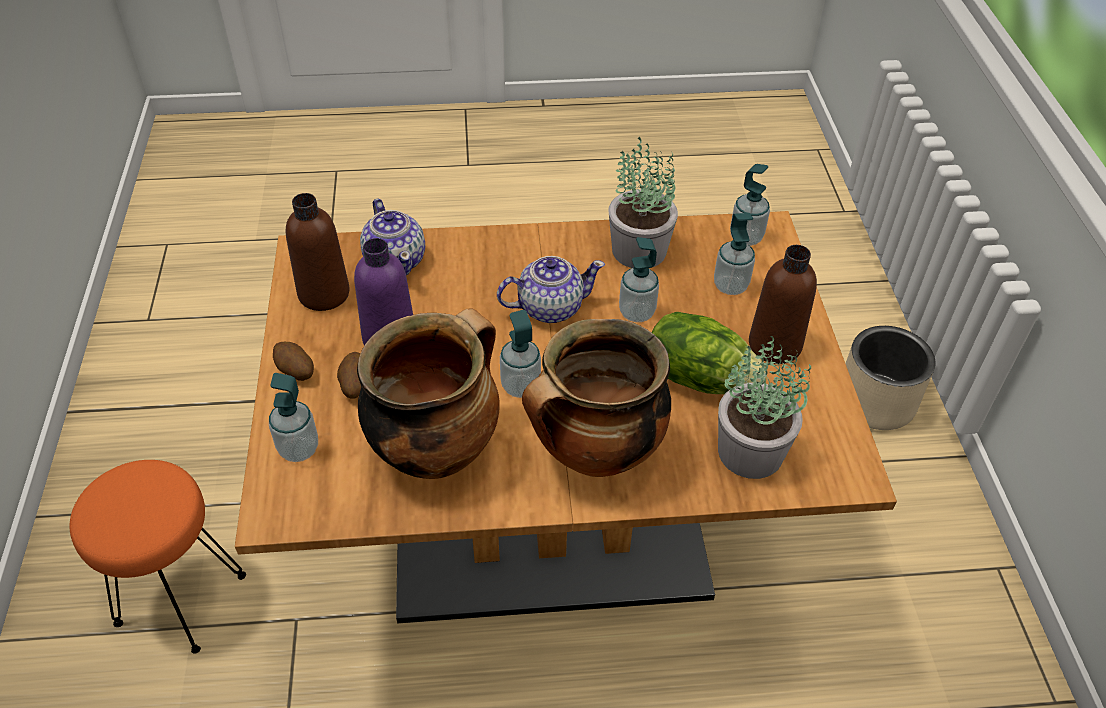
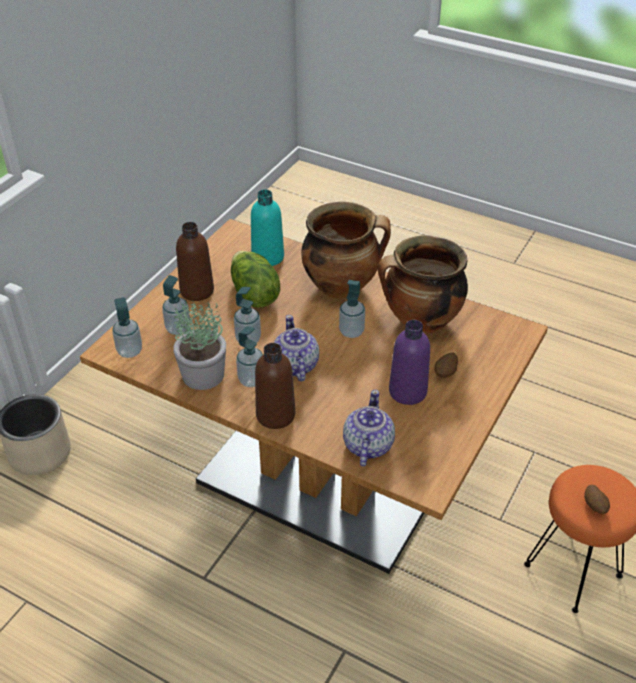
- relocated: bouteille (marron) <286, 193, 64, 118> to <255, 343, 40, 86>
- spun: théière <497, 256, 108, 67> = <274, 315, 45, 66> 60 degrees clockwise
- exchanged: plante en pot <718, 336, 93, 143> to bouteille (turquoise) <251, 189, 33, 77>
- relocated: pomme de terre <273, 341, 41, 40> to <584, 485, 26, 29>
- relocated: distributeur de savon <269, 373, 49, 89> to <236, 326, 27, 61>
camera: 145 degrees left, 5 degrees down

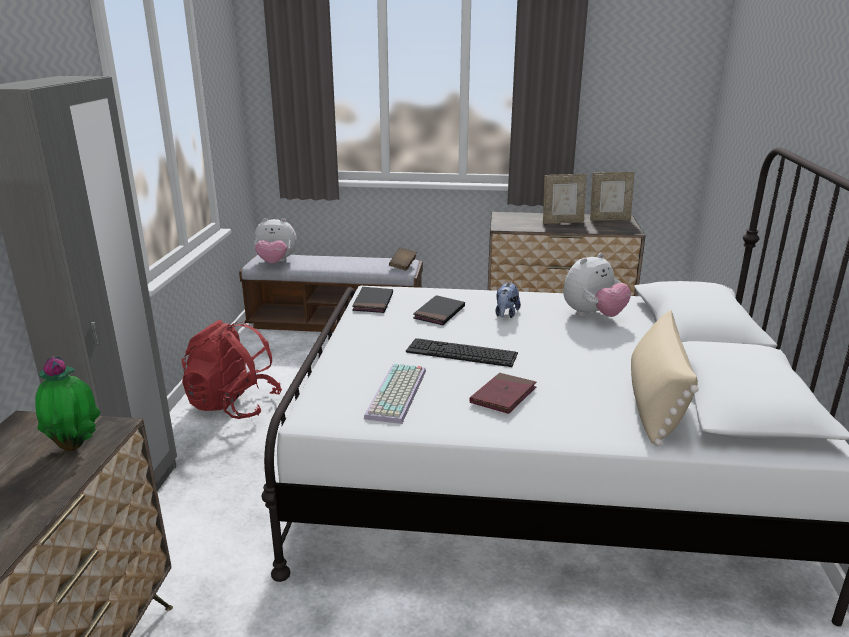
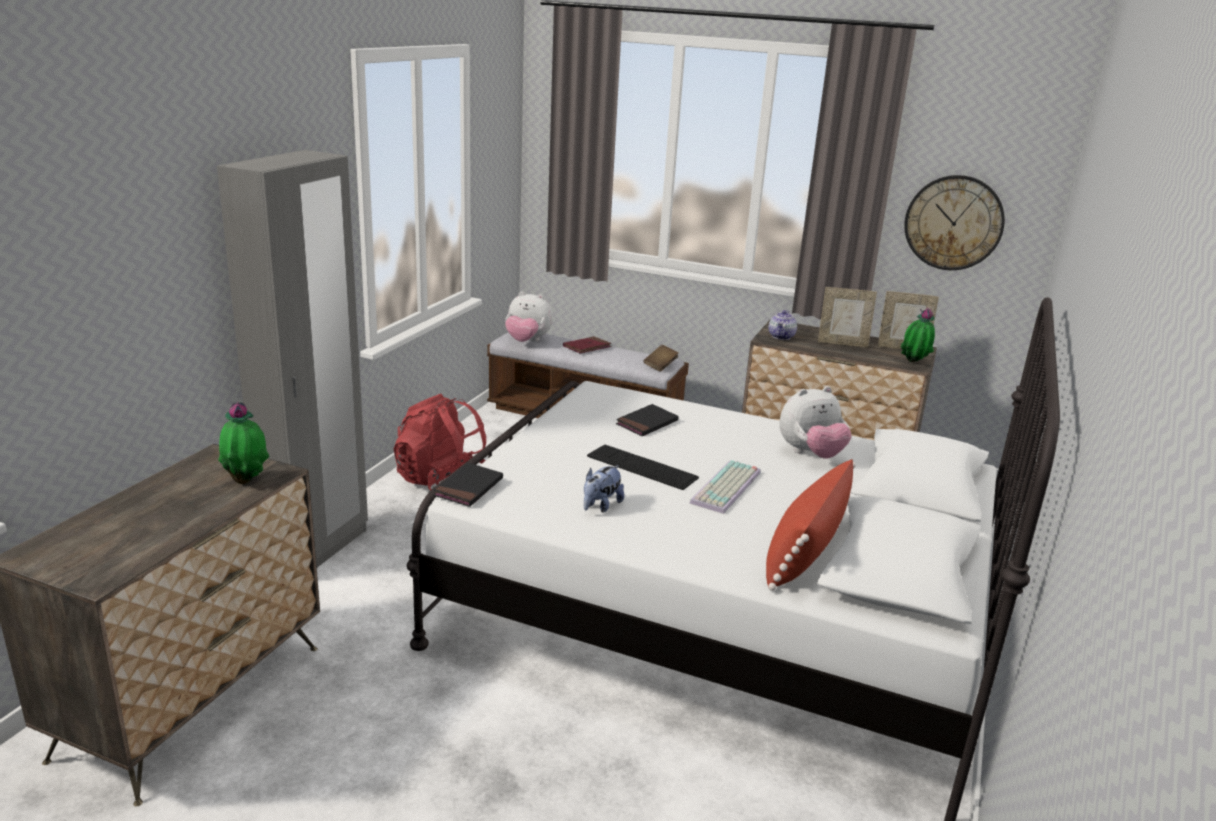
- relocated: peluche <495, 282, 26, 36> to <584, 465, 40, 48>
- relocated: livre (noir) <352, 287, 41, 26> to <433, 463, 70, 44>
- colour: coussin (beige) <631, 310, 68, 136> to coussin (rouge) <766, 459, 90, 132>
- relocated: clavier <364, 364, 62, 60> to <689, 460, 72, 54>
- relocated: livre (rouge) <470, 373, 66, 41> to <563, 336, 48, 17>
- appeared: horloge murale <904, 175, 101, 95>
- appeared: plante en pot <901, 308, 34, 54>
- appeared: théière <769, 310, 28, 30>
camera: 15 degrees right, 0 degrees up

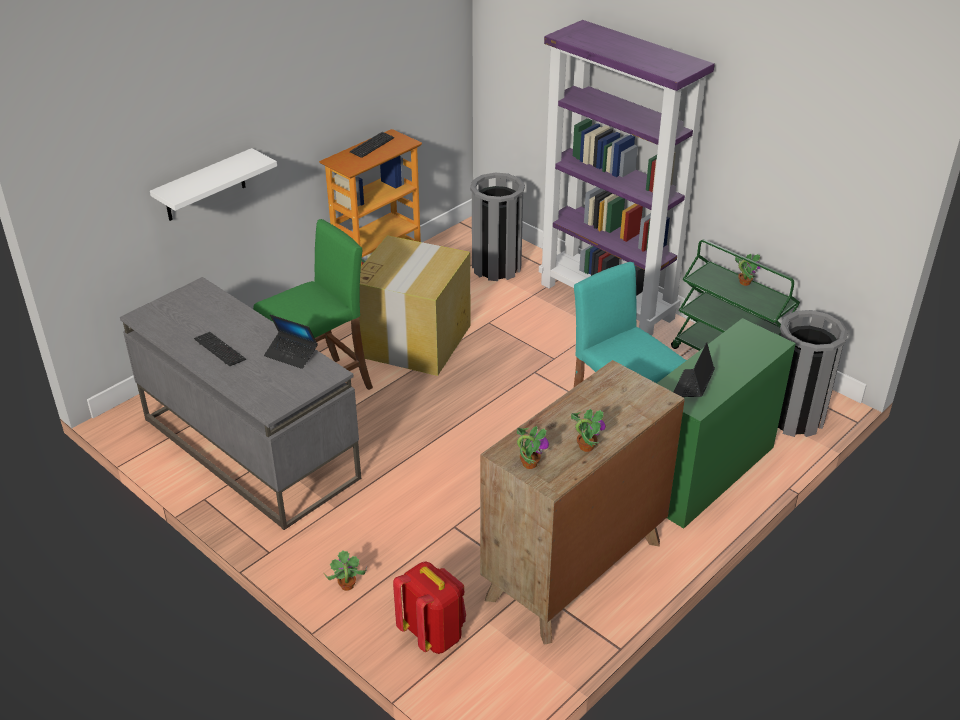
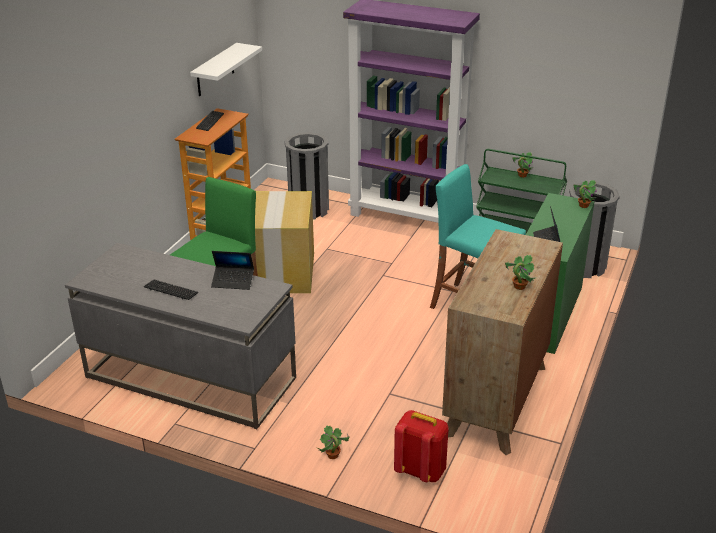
- relocated: étagère (blanc) <150, 148, 127, 73> to <190, 43, 72, 53>
- relocated: plante en pot <517, 426, 32, 43> to <573, 180, 23, 28>
camera: 20 degrees left, 5 degrees down

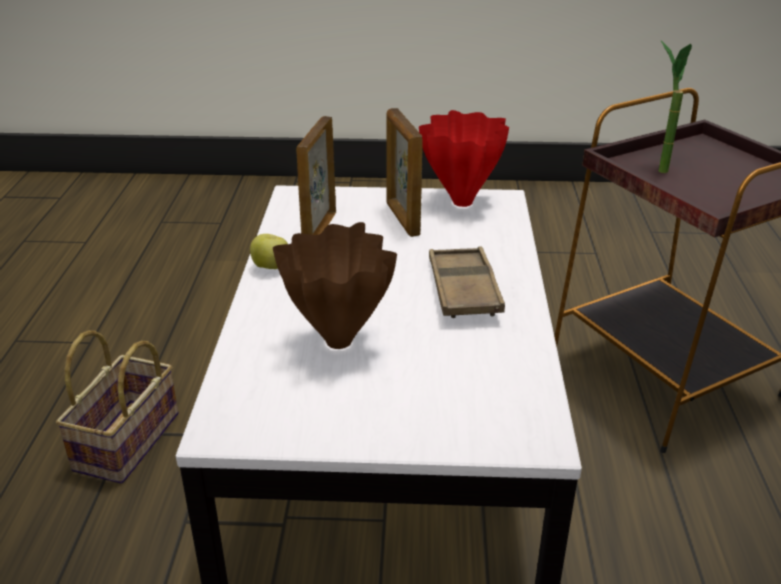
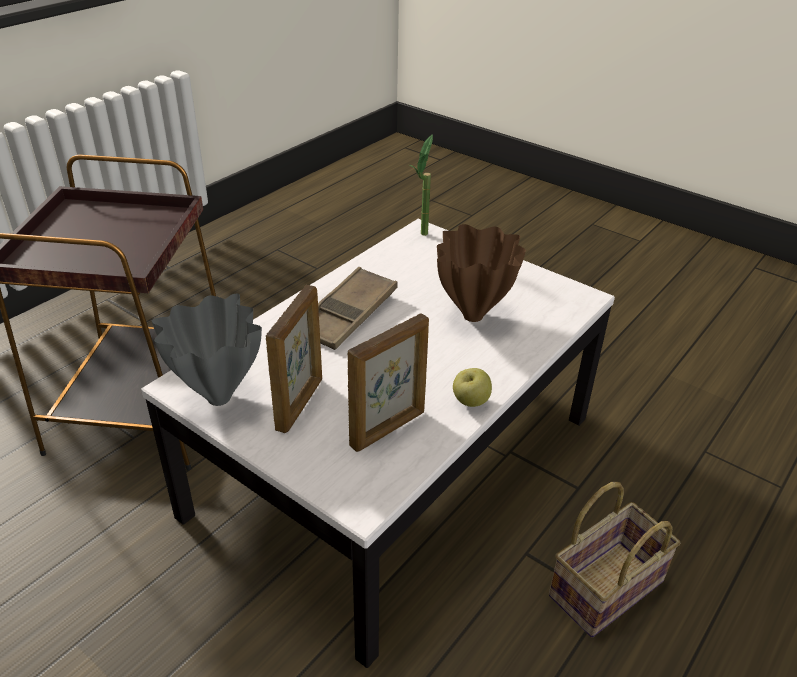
- relocated: plante en pot <659, 41, 33, 132> to <409, 134, 24, 102>
- colour: vase (rouge) <419, 110, 90, 97> to vase (gris) <152, 294, 110, 112>
camera: 145 degrees left, 5 degrees up

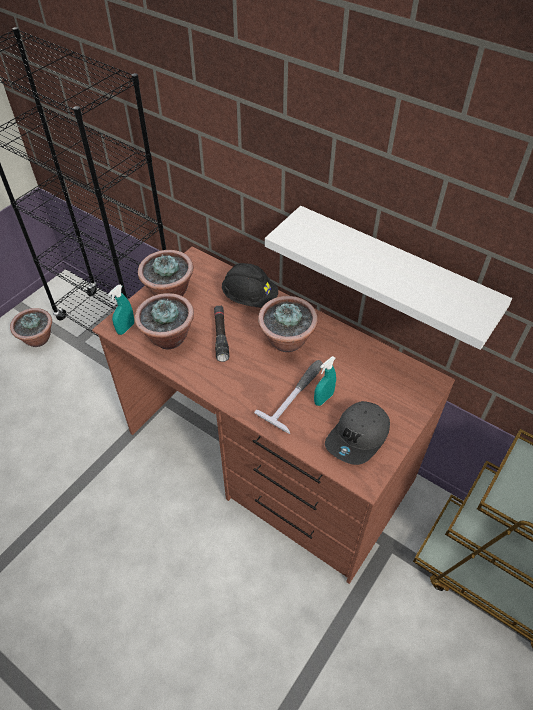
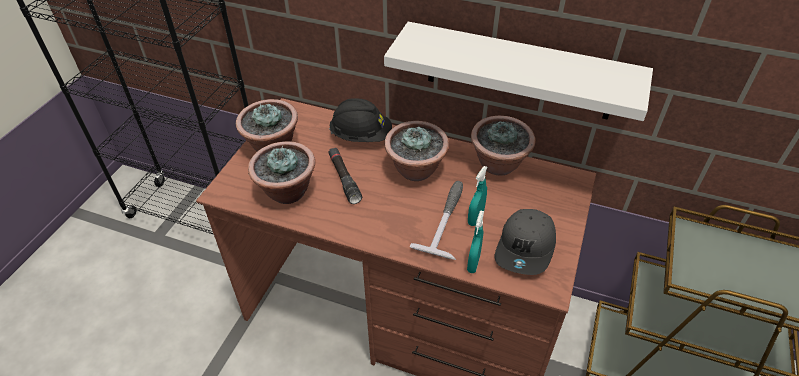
- relocated: vaporisateur (turquoise) <108, 285, 26, 50> to <467, 210, 17, 63>
- relocated: plante en pot <10, 308, 42, 39> to <471, 116, 65, 60>
camera: 15 degrees left, 5 degrees down

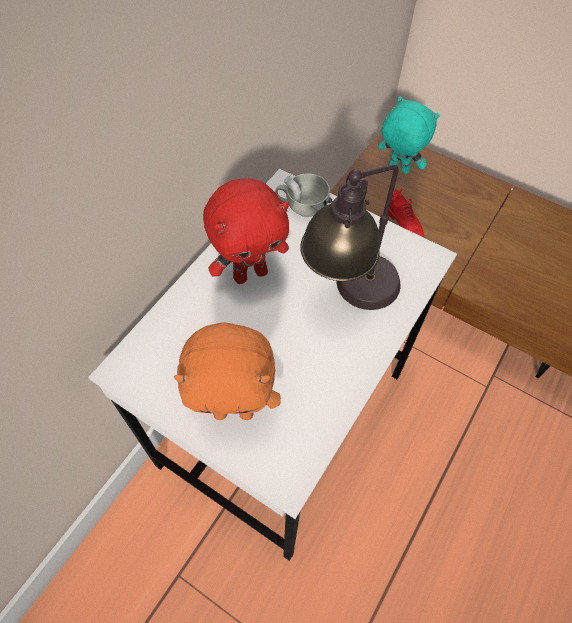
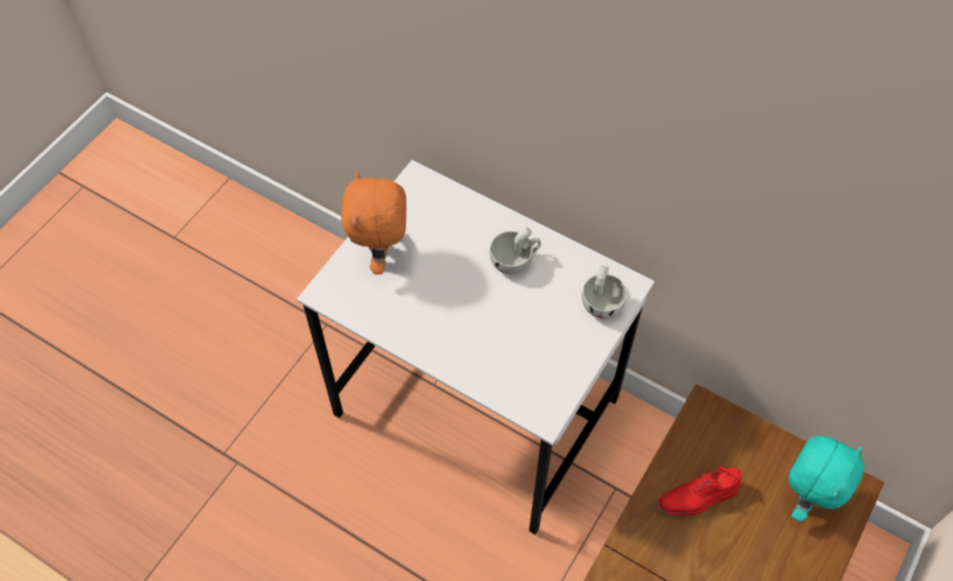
- missing: lampe de table <300, 165, 101, 145>
- exchanged: peluche (rouge) <203, 178, 86, 106> to tasse (blanc) <490, 227, 51, 47>
camera: 90 degrees right, 0 degrees up

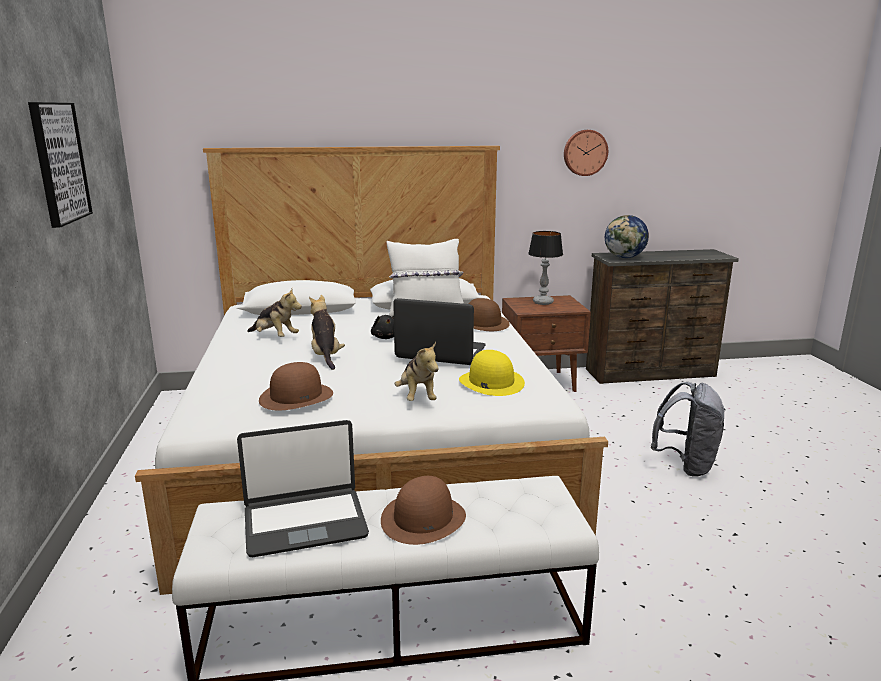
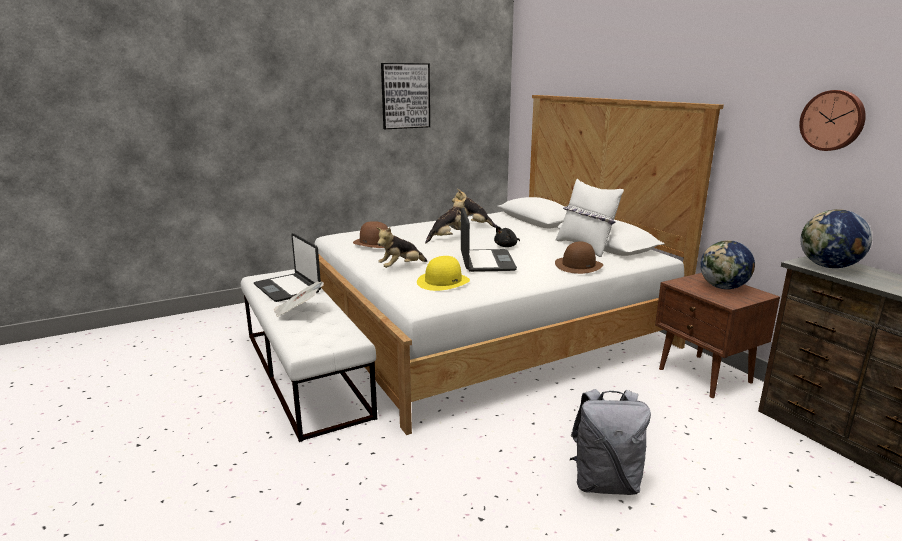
- exchanged: lampe de table <528, 231, 35, 74> to globe <700, 240, 55, 49>
- spun: peluche <247, 289, 55, 48> = <452, 189, 45, 39> 105 degrees clockwise
- exchanged: chapeau (marron) <381, 476, 85, 69> to journal <274, 281, 50, 36>
camera: 70 degrees right, 0 degrees up

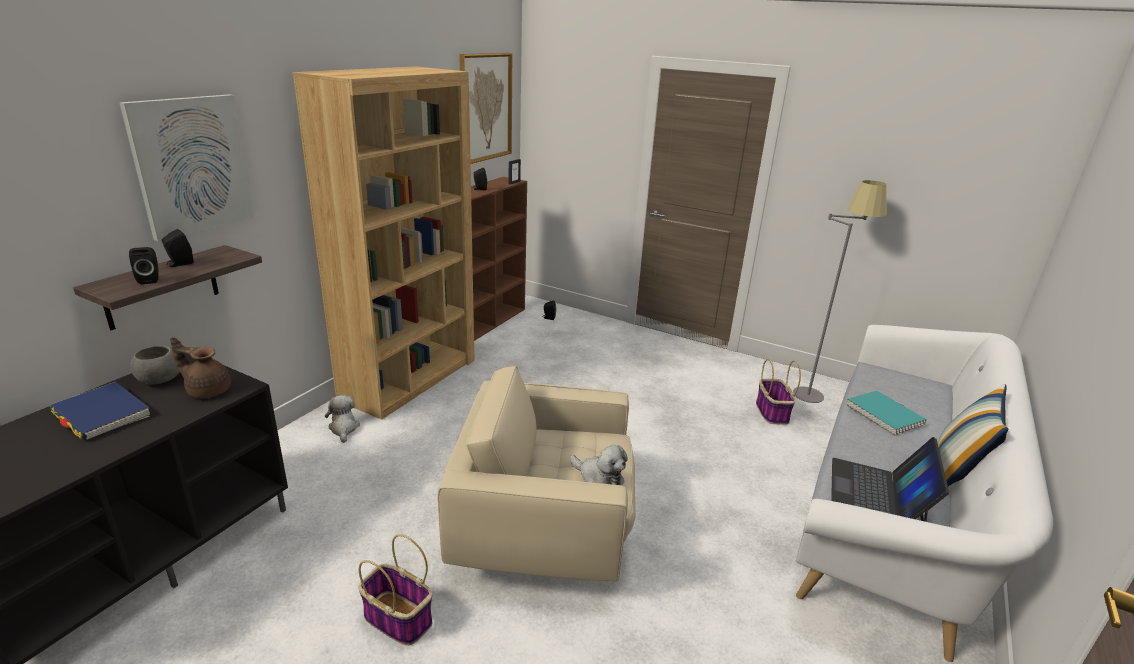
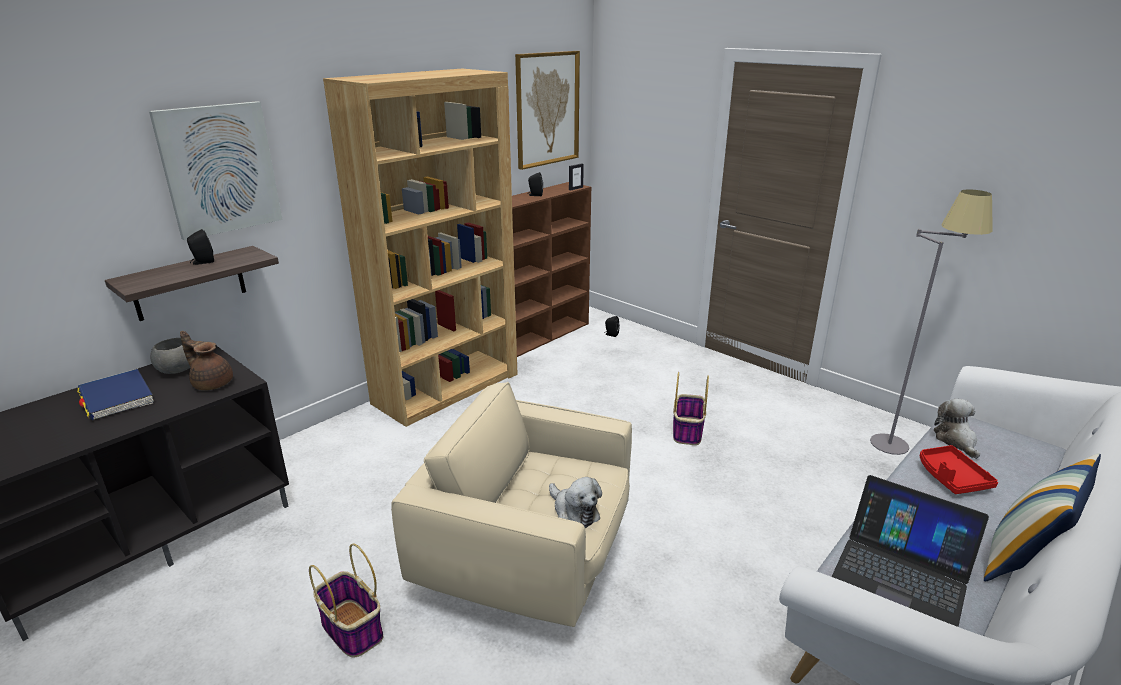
- missing: enceinte (noir) <129, 247, 30, 37>
- relocated: panier <756, 359, 45, 66> to <673, 372, 36, 73>
- exchanged: livre (turquoise) <846, 391, 80, 45> to plateau (rouge) <919, 445, 79, 49>
- relocated: peluche <325, 395, 35, 48> to <934, 399, 46, 60>
- spun: ordinateur portable <831, 437, 118, 85> = <832, 475, 157, 152> 90 degrees counterclockwise
camera: 15 degrees right, 0 degrees up

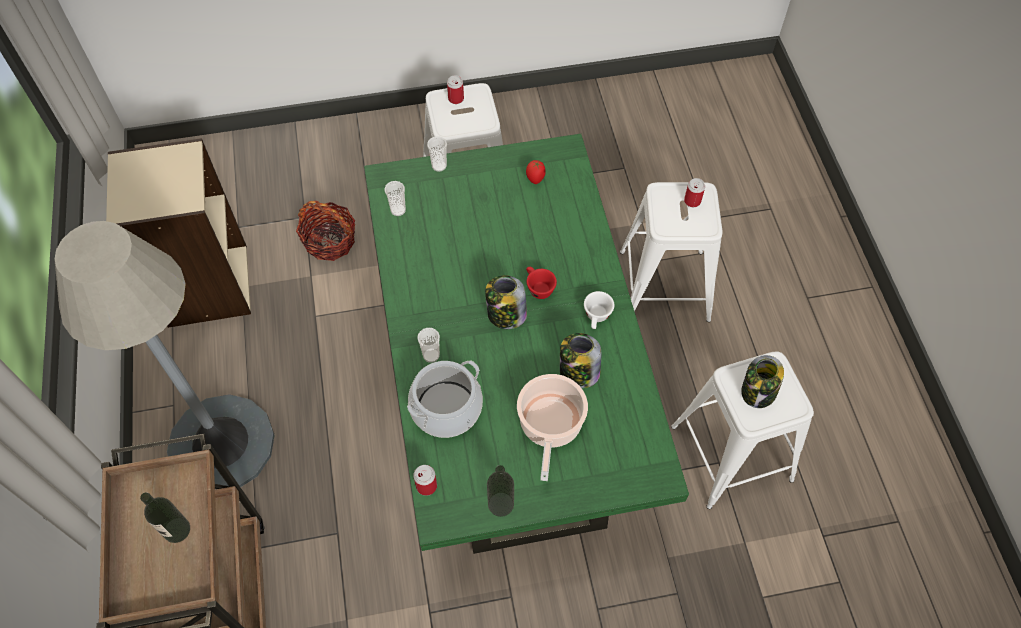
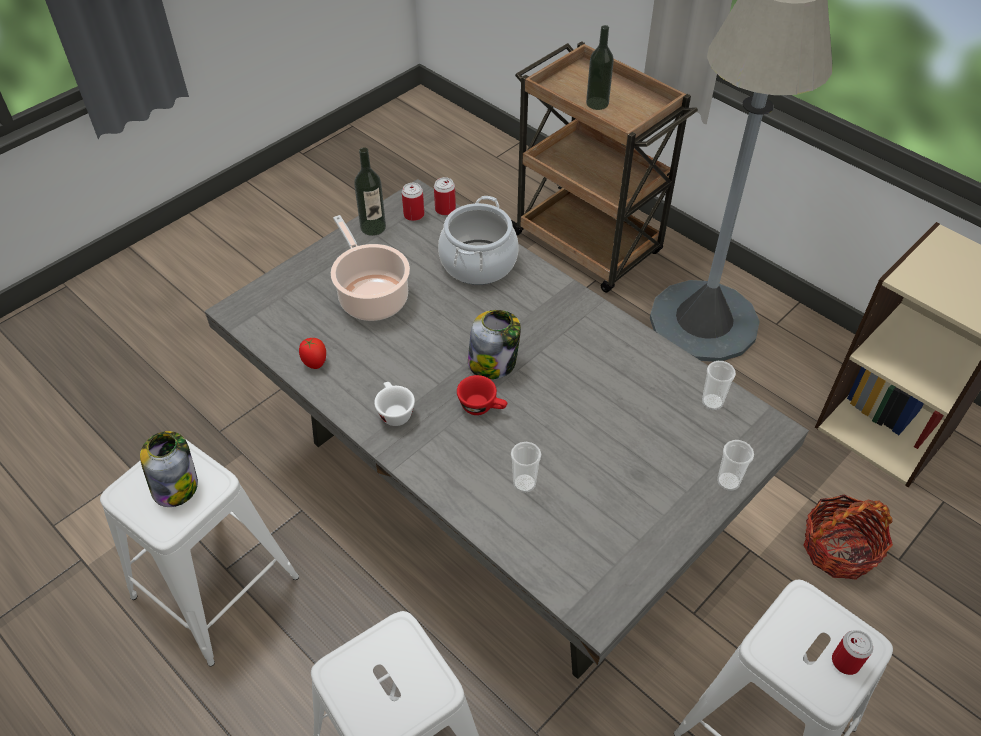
- colour: table à manger (vert) <364, 134, 325, 420> to table à manger (gris) <205, 179, 604, 500>
- relocated: tomate <526, 160, 20, 24> to <299, 338, 27, 31>
- relocated: boîte métallique <684, 178, 21, 29> to <402, 183, 22, 38>
- relocated: tasse <417, 328, 23, 35> to <511, 442, 30, 51>
- missing: bocal <560, 333, 41, 55>
camera: 145 degrees right, 10 degrees down

